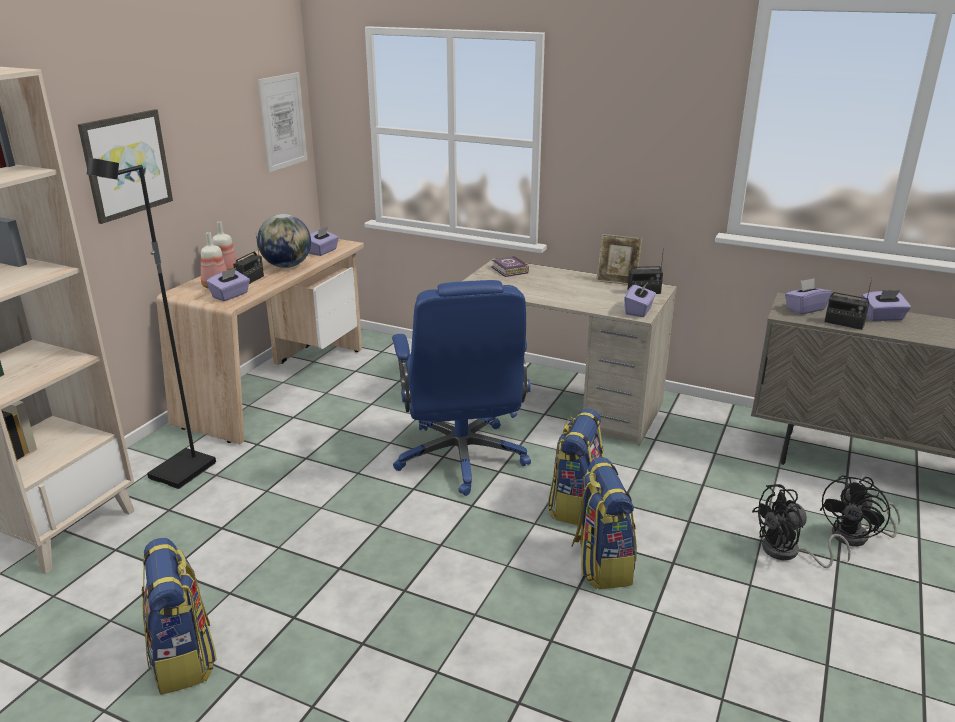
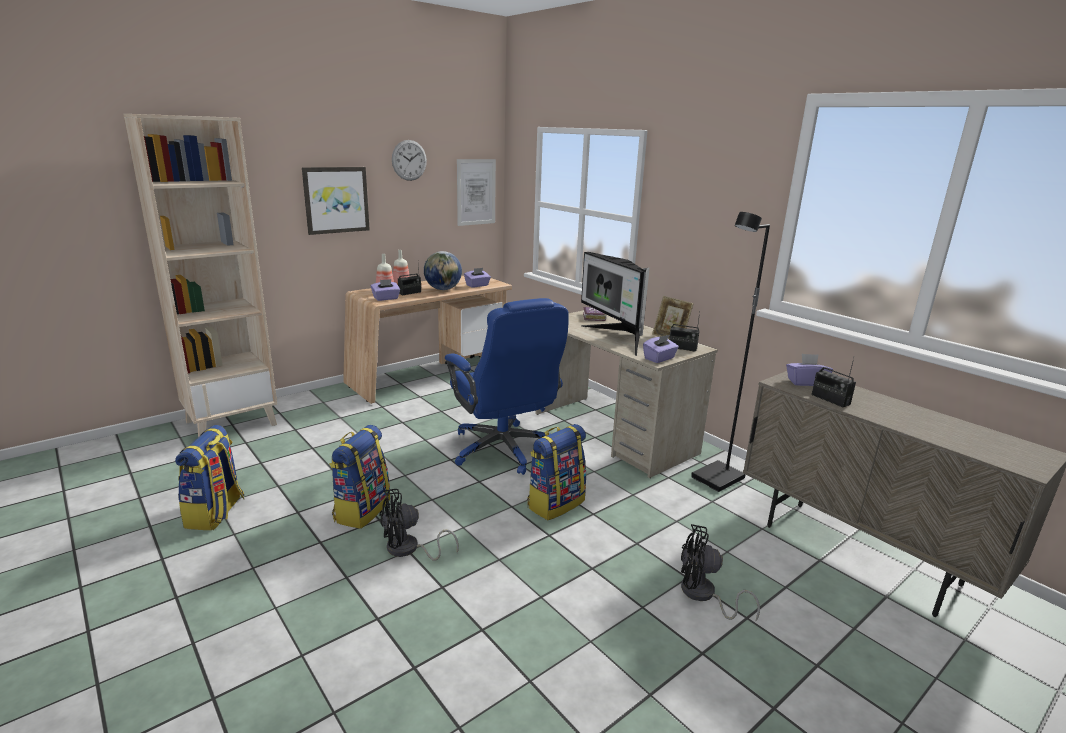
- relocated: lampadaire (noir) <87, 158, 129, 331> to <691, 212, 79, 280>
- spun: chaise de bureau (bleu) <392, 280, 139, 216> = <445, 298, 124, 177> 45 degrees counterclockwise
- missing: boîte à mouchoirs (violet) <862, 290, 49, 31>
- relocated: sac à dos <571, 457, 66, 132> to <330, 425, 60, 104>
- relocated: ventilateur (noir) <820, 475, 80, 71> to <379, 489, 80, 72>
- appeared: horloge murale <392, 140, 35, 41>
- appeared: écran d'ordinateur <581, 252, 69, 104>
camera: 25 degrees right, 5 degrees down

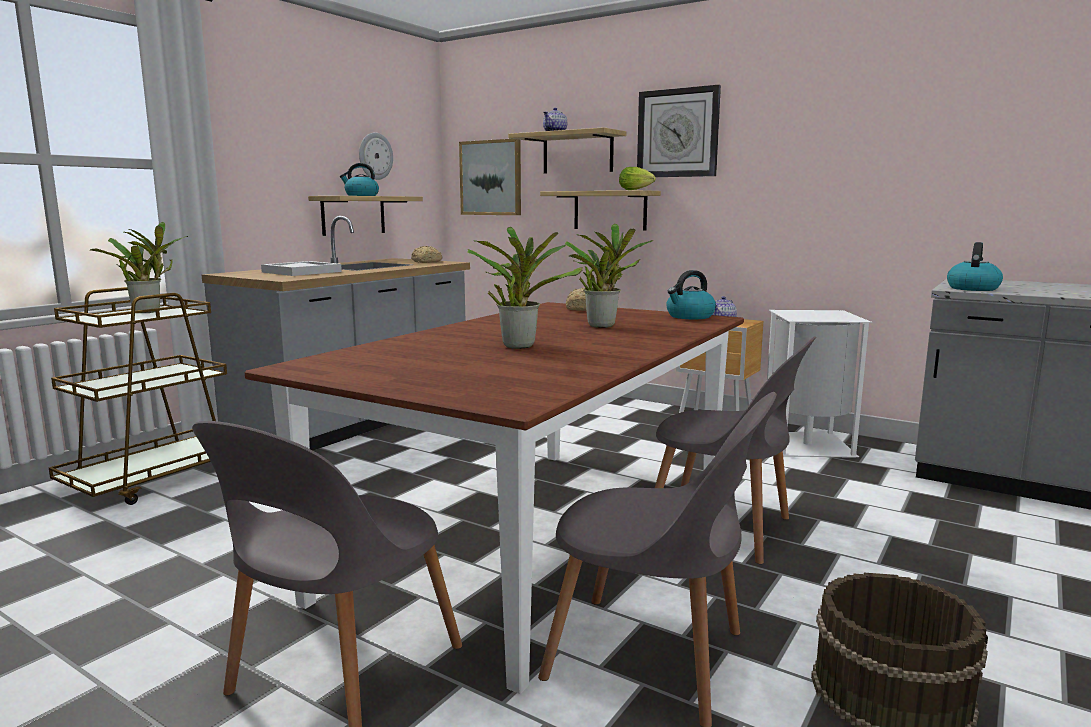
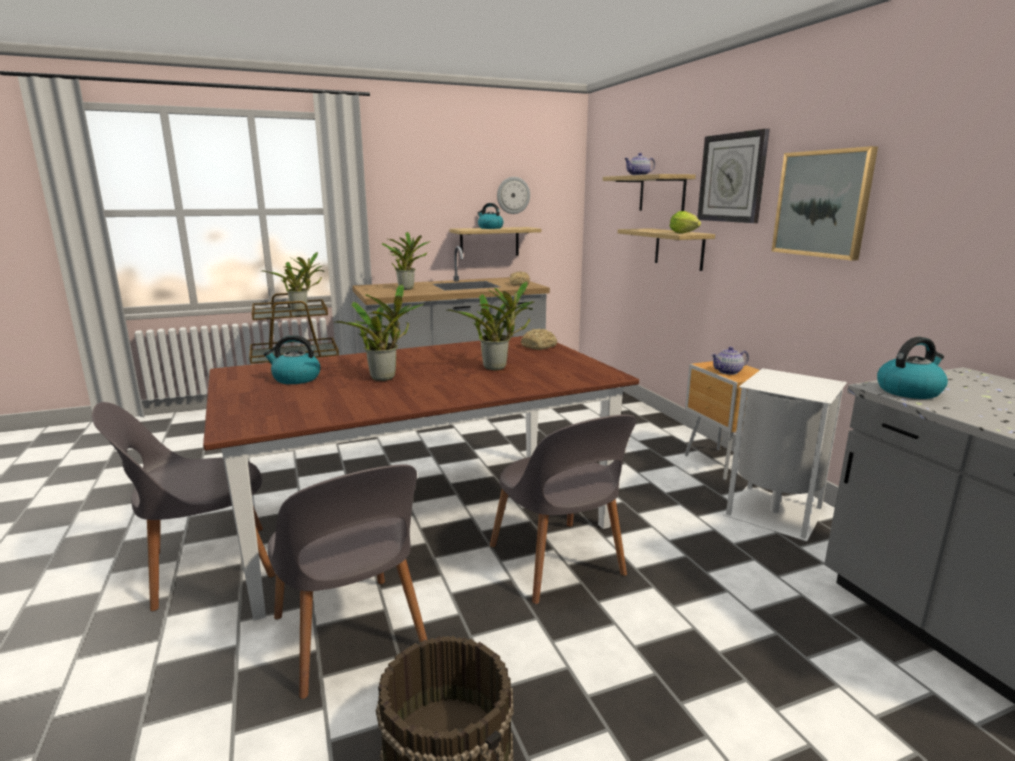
- relocated: tableau <459, 139, 62, 76> to <771, 146, 107, 115>
- exchanged: plateau (blanc) <261, 261, 81, 15> to plante en pot <382, 232, 49, 58>
- relocated: bouilloire <666, 270, 50, 49> to <263, 335, 58, 49>
camera: 35 degrees right, 5 degrees up

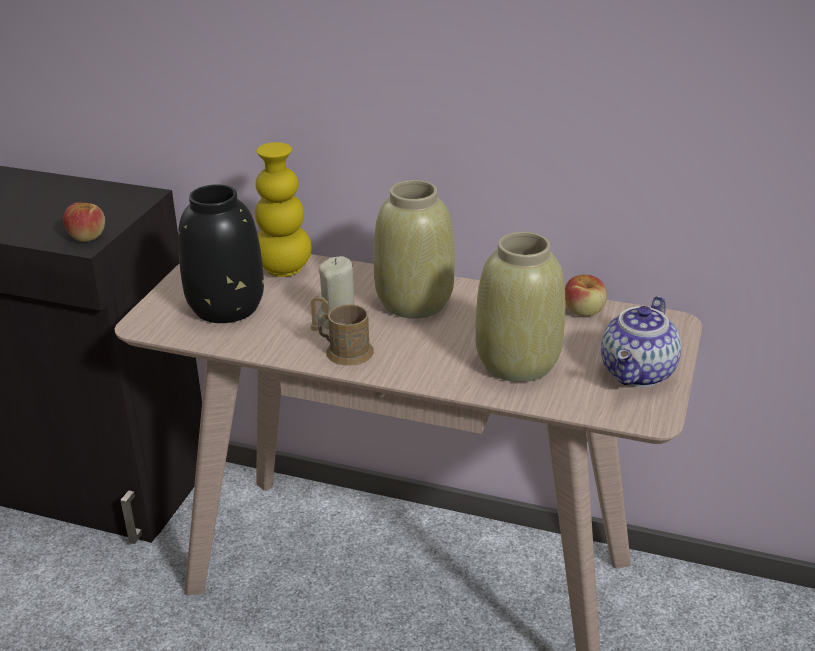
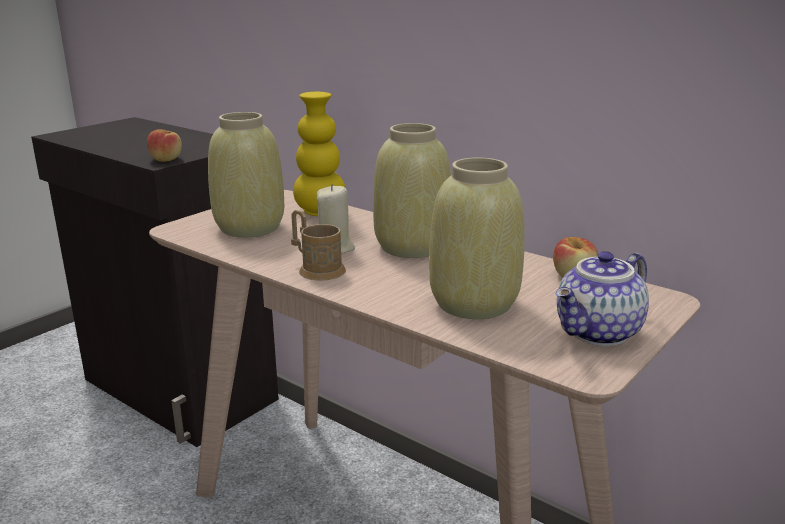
- colour: vase (noir) <178, 184, 86, 139> to vase (beige) <208, 112, 76, 125>
camera: 20 degrees right, 10 degrees down

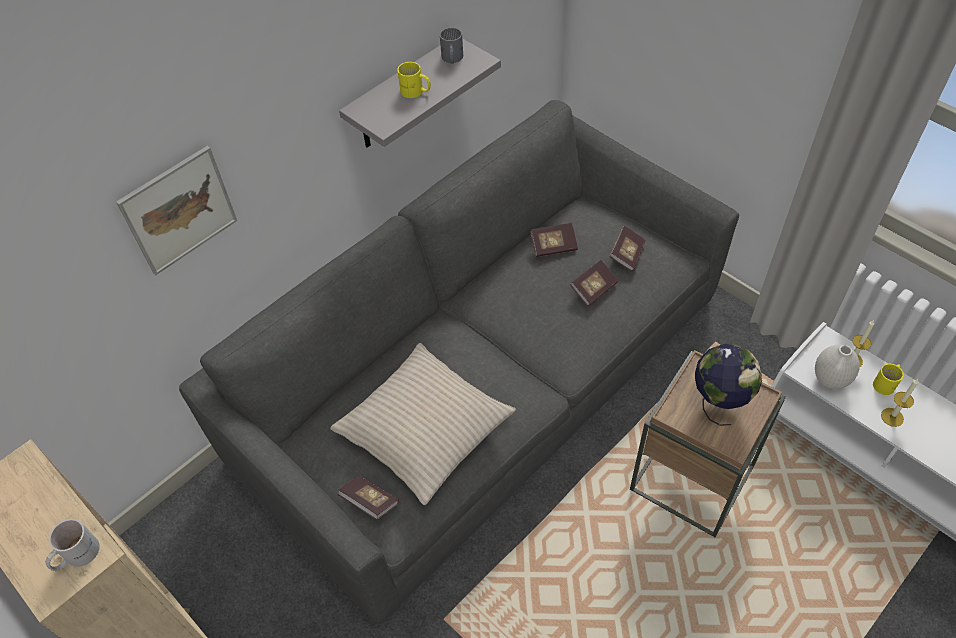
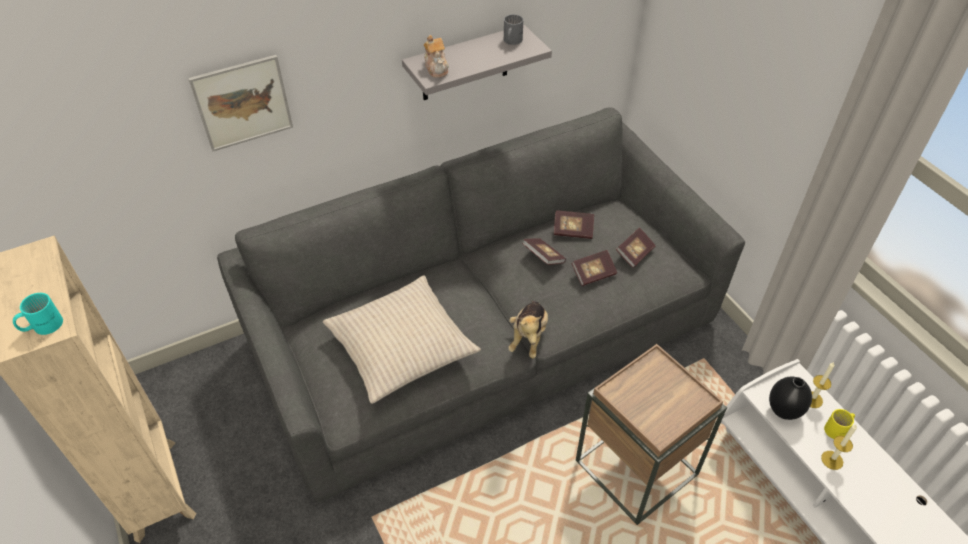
- missing: mug (jaune) <397, 62, 34, 36>
- missing: globe <695, 344, 67, 82>
- colour: vase (blanc) <815, 345, 45, 44> to vase (noir) <769, 377, 43, 43>
- relocated: livre <338, 476, 61, 44> to <522, 238, 44, 27>
- colour: mug (blanc) <45, 519, 55, 52> to mug (turquoise) <13, 293, 50, 42>
- appeared: théière <423, 35, 26, 43>
- appeared: peluche <508, 301, 40, 58>
camera: 15 degrees right, 5 degrees down

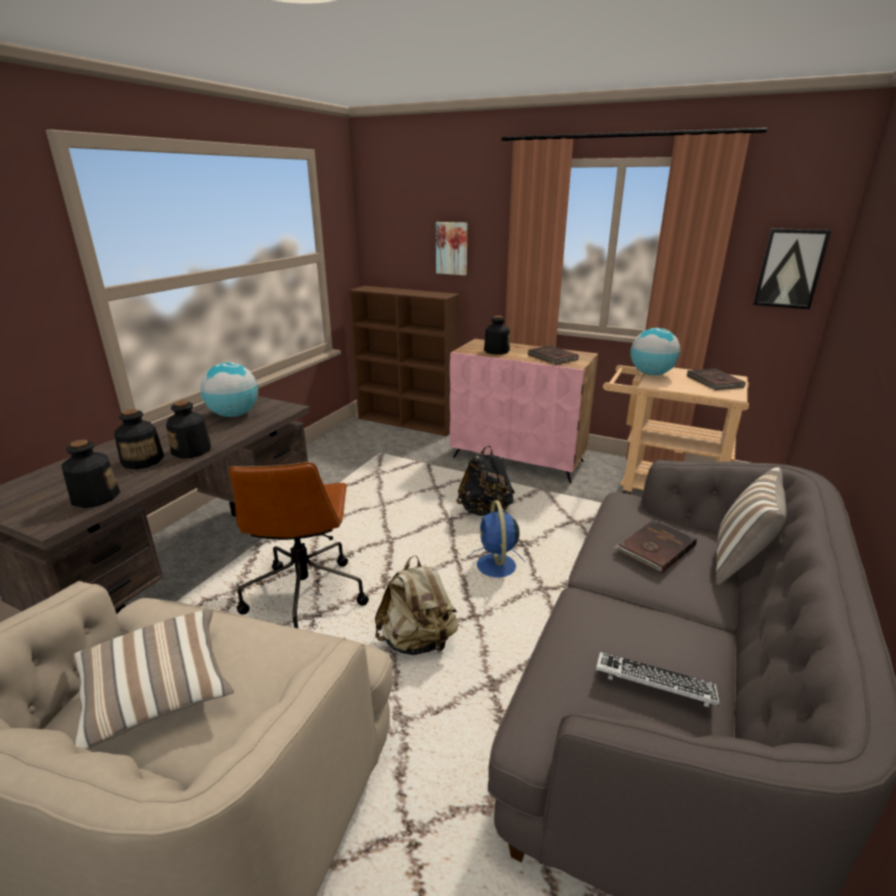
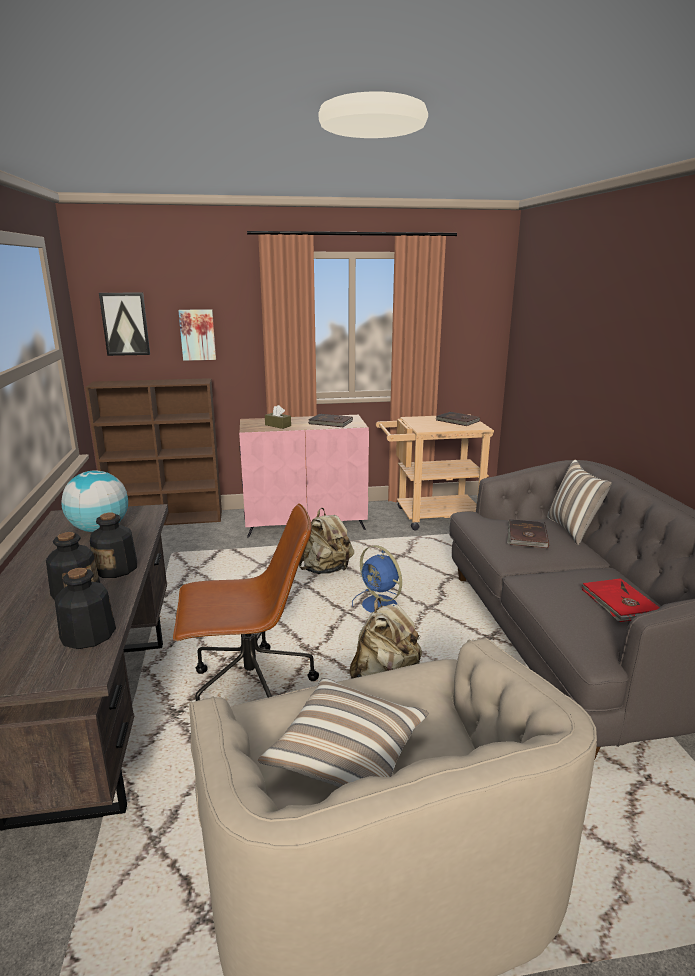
- relocated: tableau <753, 228, 78, 82> to <99, 293, 51, 63>
- exchanged: bouteille <484, 316, 26, 39> to boîte à mouchoirs (marron) <265, 405, 26, 24>
- missing: globe <630, 328, 50, 47>
- colour: sac à dos (noir) <456, 446, 59, 70> to sac à dos (beige) <299, 508, 55, 66>
- spun: chaise de bureau (marron) <229, 462, 140, 167> = <173, 503, 146, 198> 60 degrees counterclockwise
- exchanged: clavier <596, 652, 124, 55> to livre (rouge) <581, 578, 79, 44>
camera: 35 degrees left, 5 degrees down

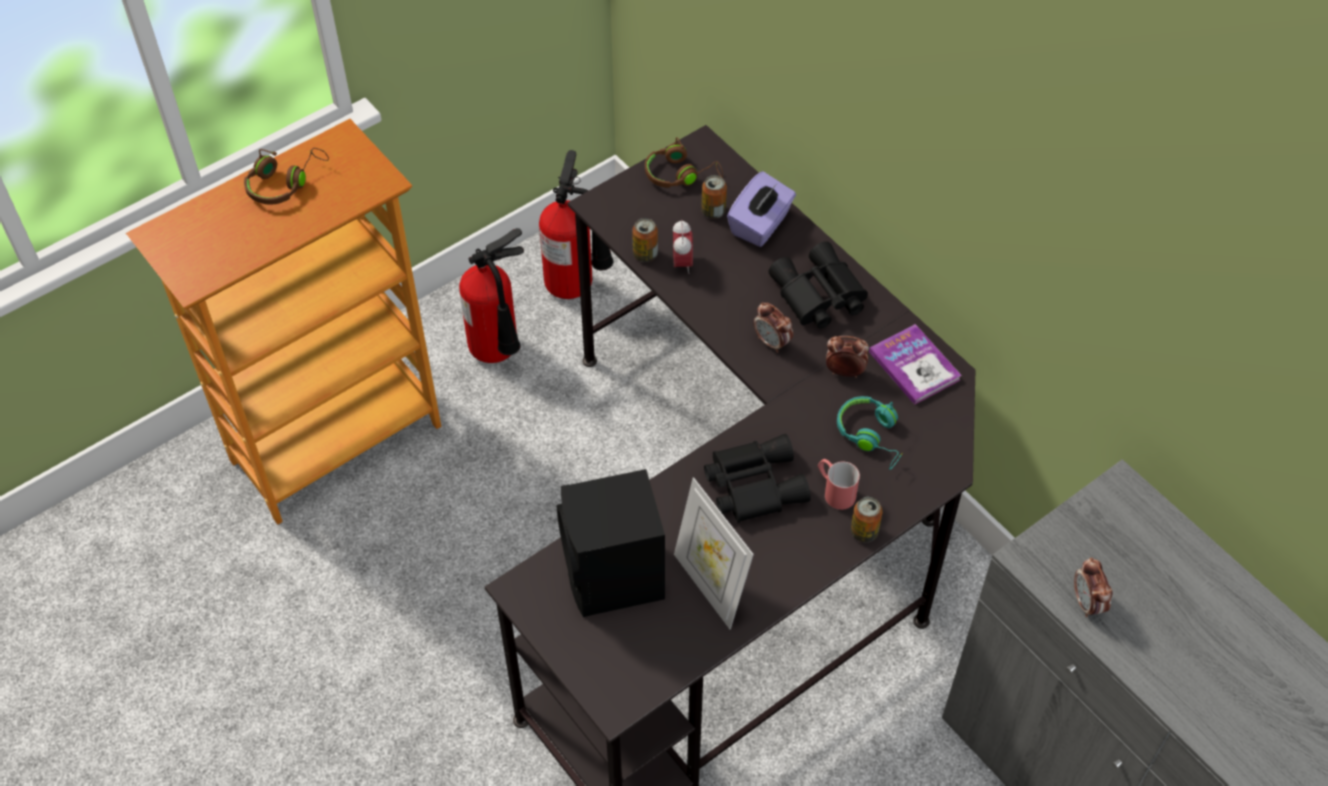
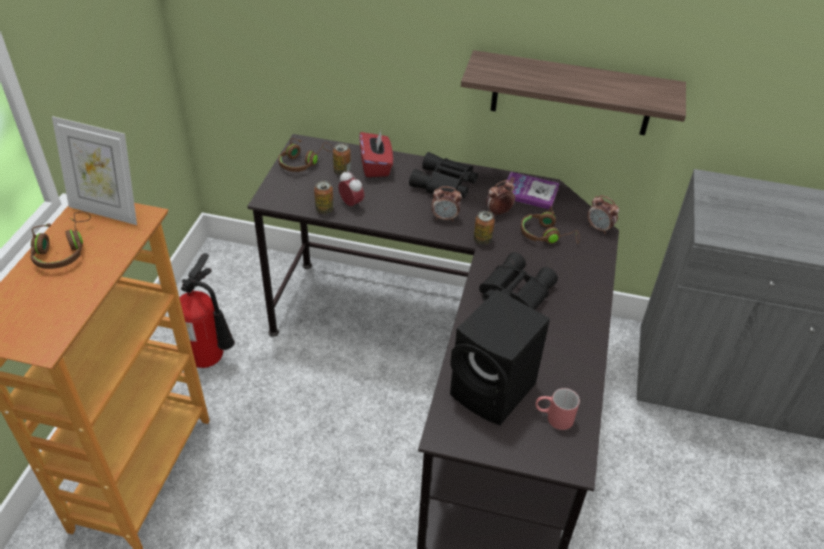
- missing: extincteur <539, 150, 75, 149>
- colour: boîte à mouchoirs (violet) <727, 171, 69, 76> to boîte à mouchoirs (rouge) <359, 131, 34, 46>
- colour: casque audio (turquoise) <837, 396, 66, 74> to casque audio (marron) <521, 206, 59, 38>
- relocated: mug (rouge) <818, 459, 42, 51> to <535, 388, 45, 42>
- relocated: cadre photo <674, 477, 80, 152> to <52, 116, 85, 109>
- relocated: boîte métallique <851, 497, 32, 45> to <473, 211, 22, 34>
- relocated: réveil <1074, 558, 39, 59> to <587, 195, 32, 39>
- appeared: étagère <461, 50, 225, 85>
camera: 40 degrees left, 10 degrees down

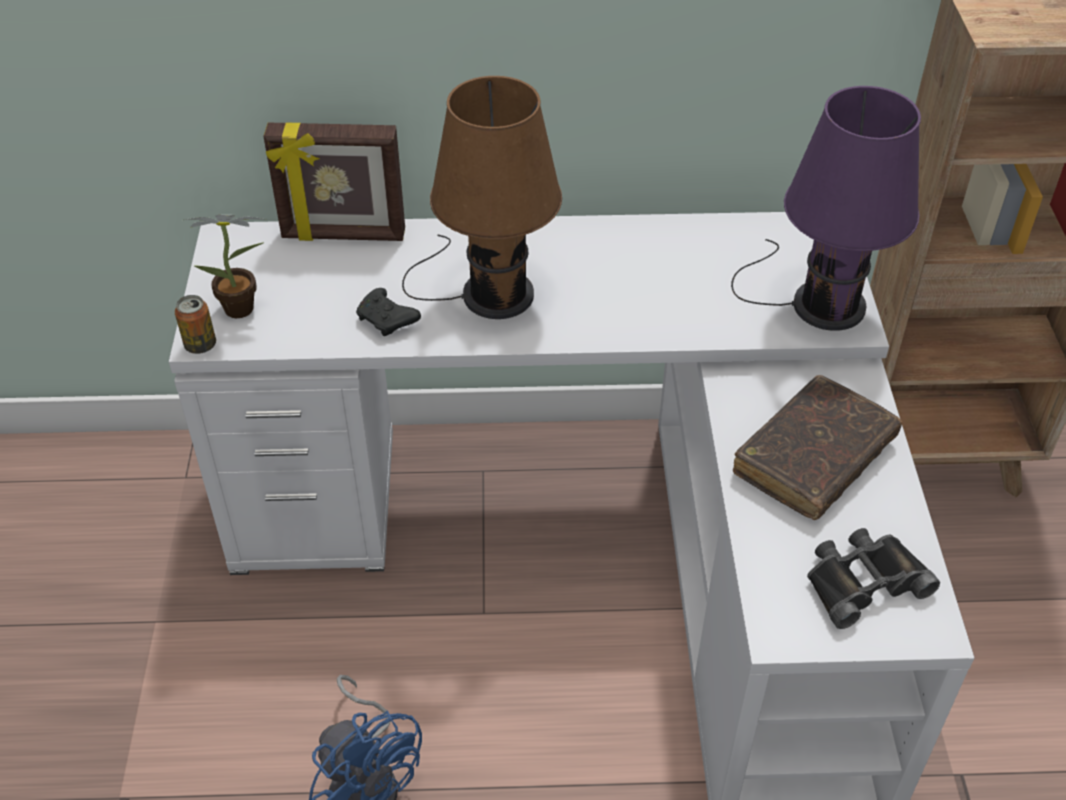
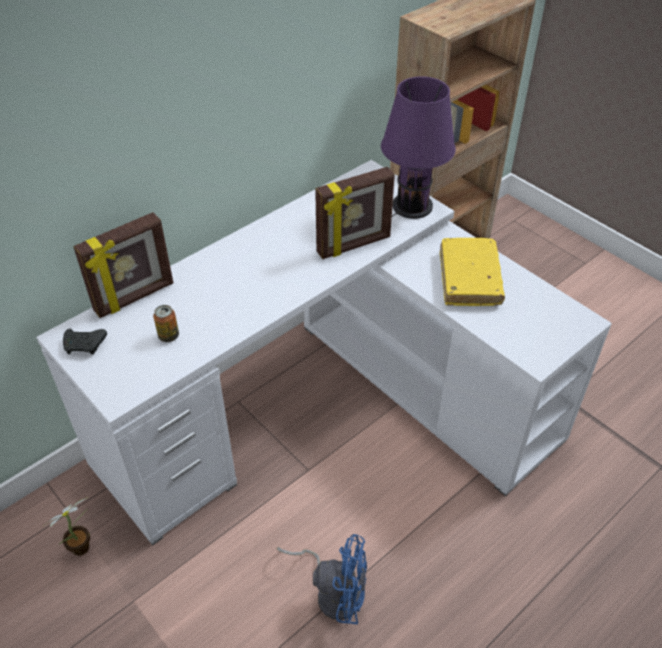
- missing: lampe de table (marron) <402, 76, 160, 243>
- relocated: plante en pot <185, 215, 82, 103> to <45, 497, 45, 59>
- relocated: manette (noir) <356, 288, 65, 48> to <63, 329, 44, 26>
- relocated: boîte métallique <175, 295, 41, 59> to <153, 305, 26, 37>
- colour: livre (marron) <733, 375, 169, 145> to livre (jaune) <440, 238, 65, 68>
- missing: jumelles (noir) <807, 528, 133, 101>
- appeared: cadre photo <315, 167, 80, 92>
camera: 40 degrees left, 0 degrees up

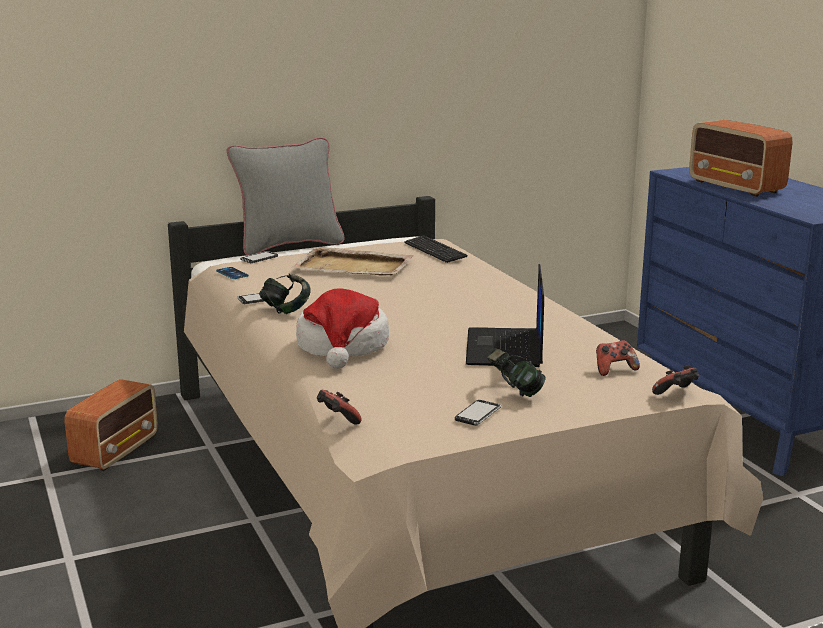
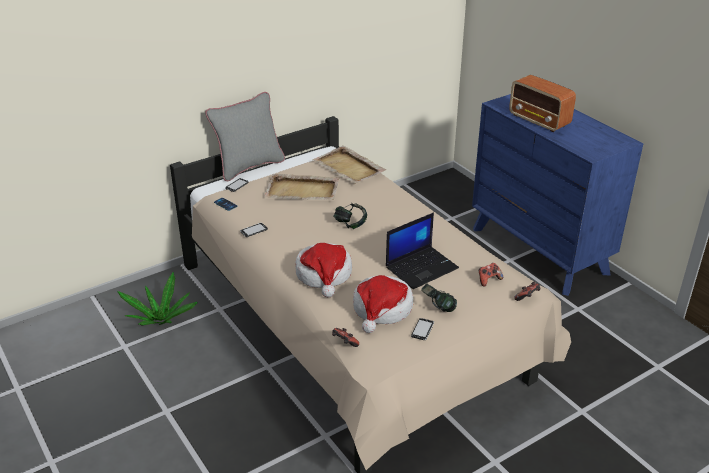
- exchanged: clavier <404, 236, 64, 27> to plateau (beige) <312, 146, 74, 38>
- spun: ordinateur portable <466, 264, 78, 103> = <386, 213, 73, 76> 120 degrees counterclockwise
- relocated: casque audio <259, 274, 52, 40> to <333, 203, 34, 26>
- exchanged: radio <65, 379, 93, 92> to plante en pot <117, 272, 80, 53>
- appeared: chapeau <353, 275, 60, 58>
camera: 10 degrees left, 15 degrees up

